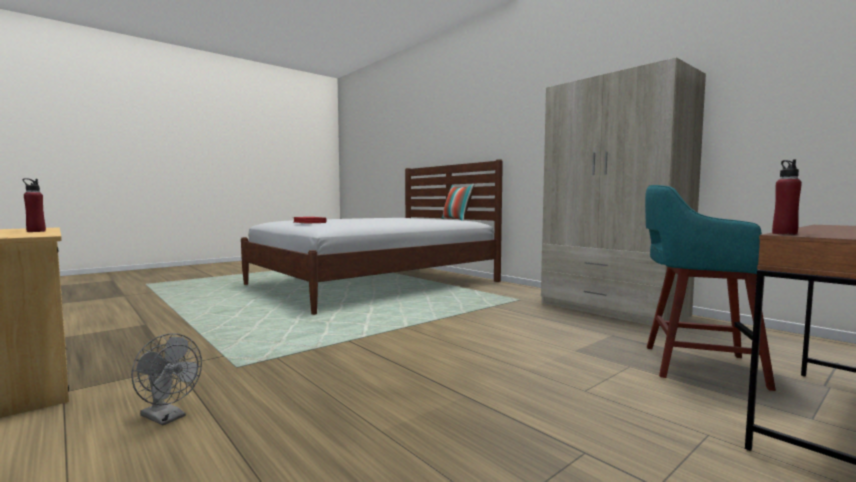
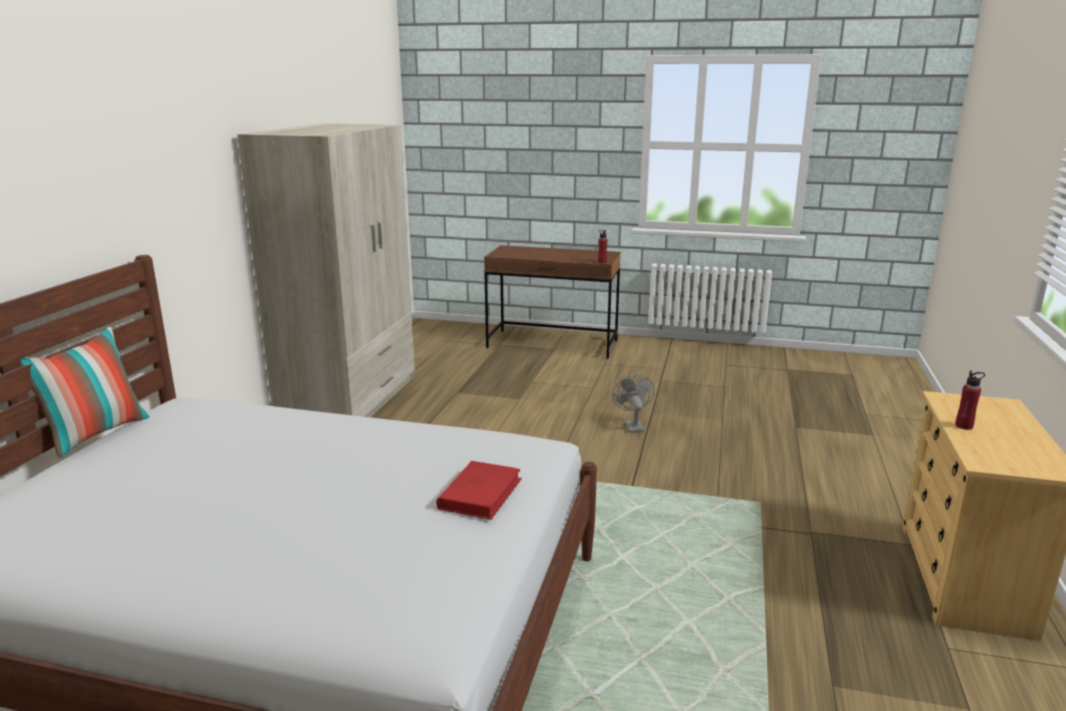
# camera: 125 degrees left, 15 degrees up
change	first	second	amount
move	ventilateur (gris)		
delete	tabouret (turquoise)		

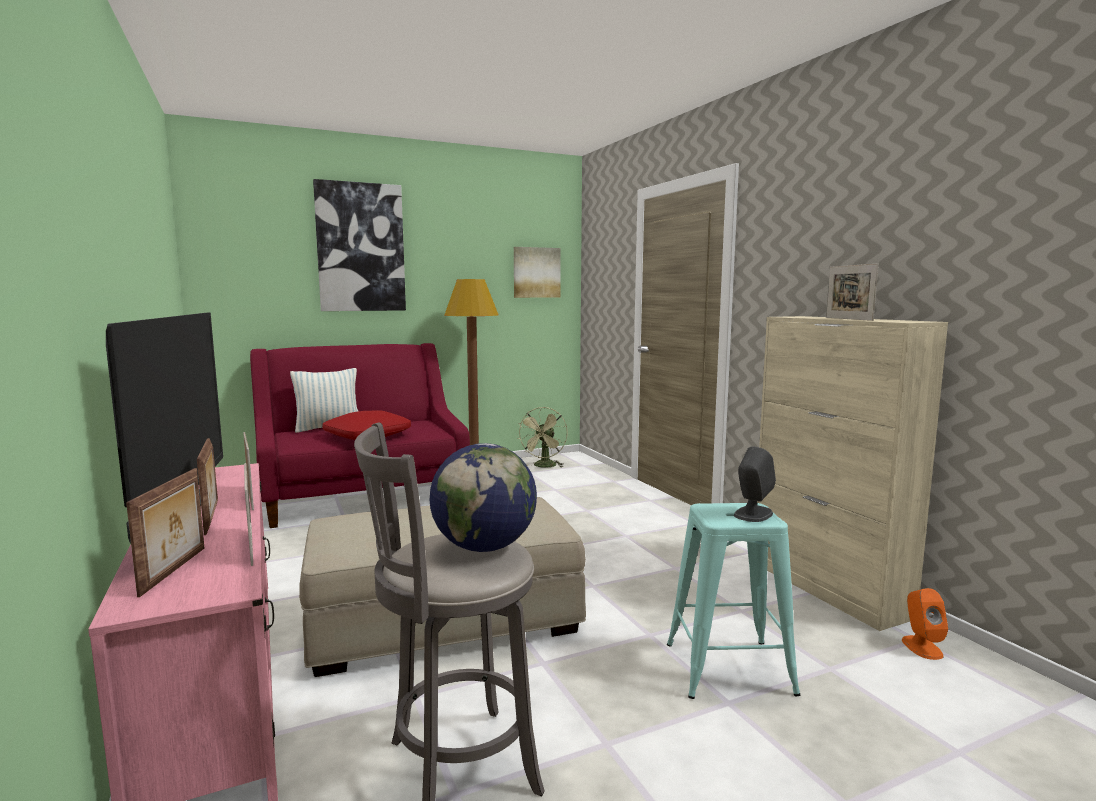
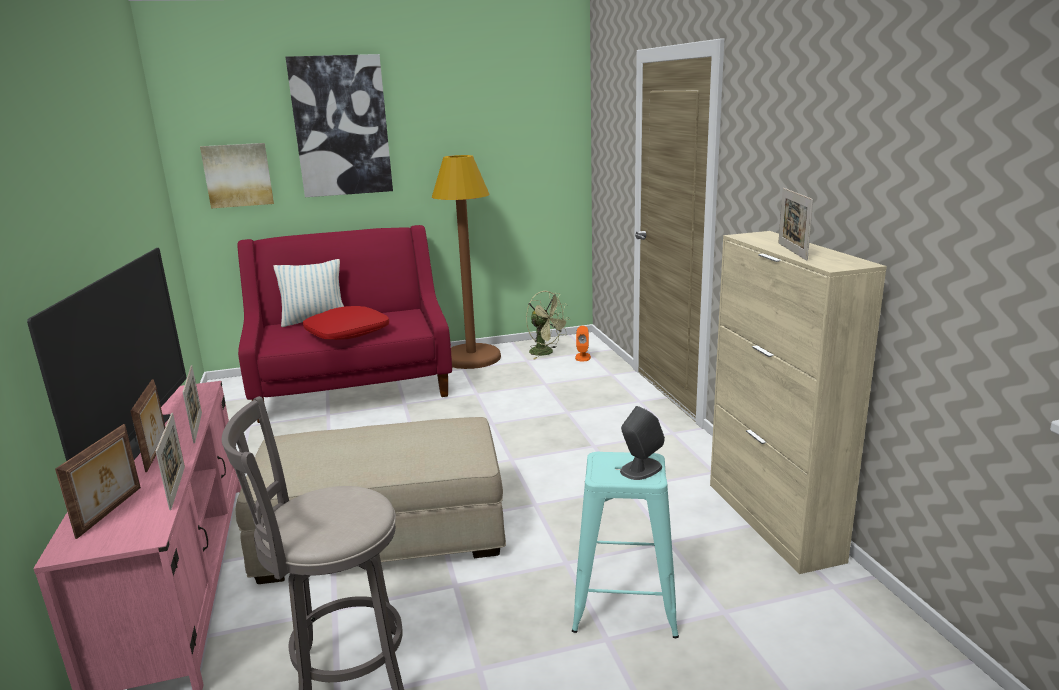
# camera: 10 degrees right, 10 degrees up
change	first	second	amount
delete	globe		
move	tableau (2nd from left in the first image)	tableau (1st from left)	
rotate	ventilateur (vert)		75 degrees counterclockwise
move	enceinte (orange)		

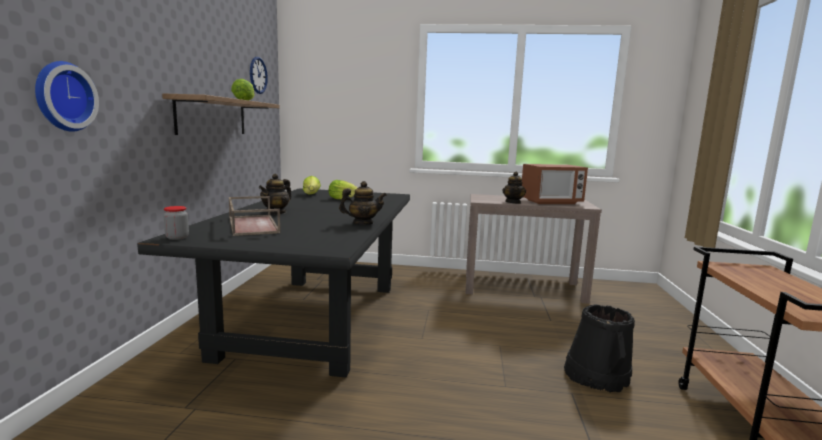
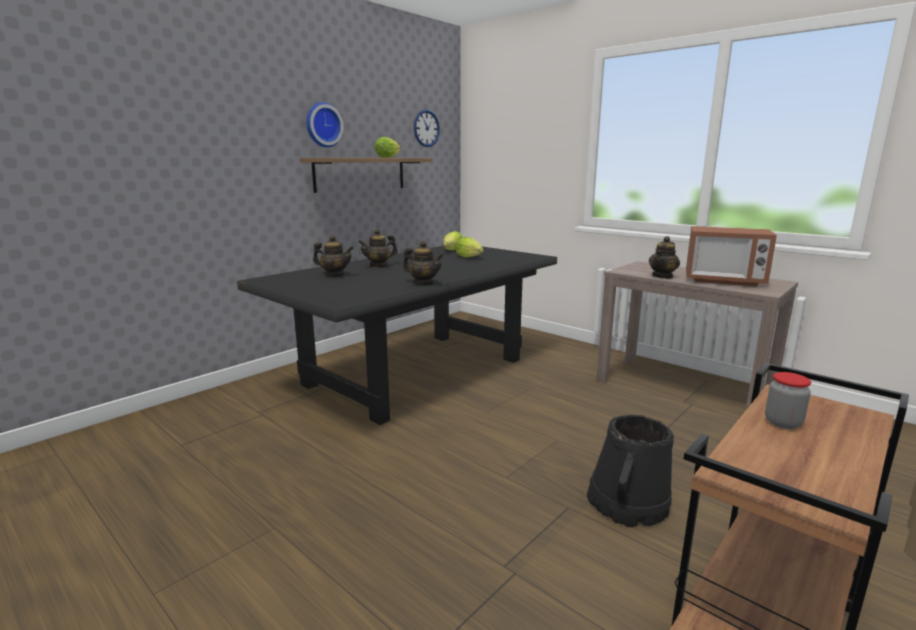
# camera: 35 degrees right, 5 degrees up
change	first	second	amount
move	horloge murale (1st from left)		
move	bocal		
replace	plateau (marron)	théière (1st from left)	

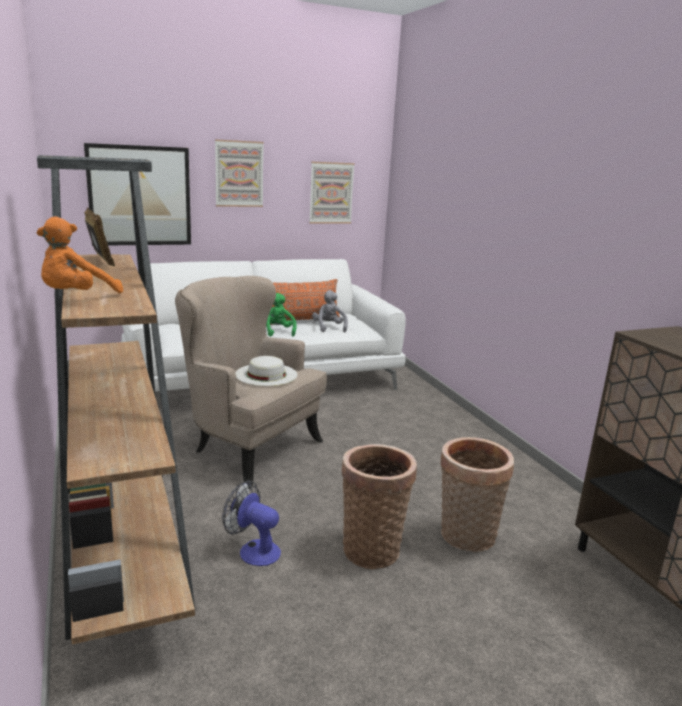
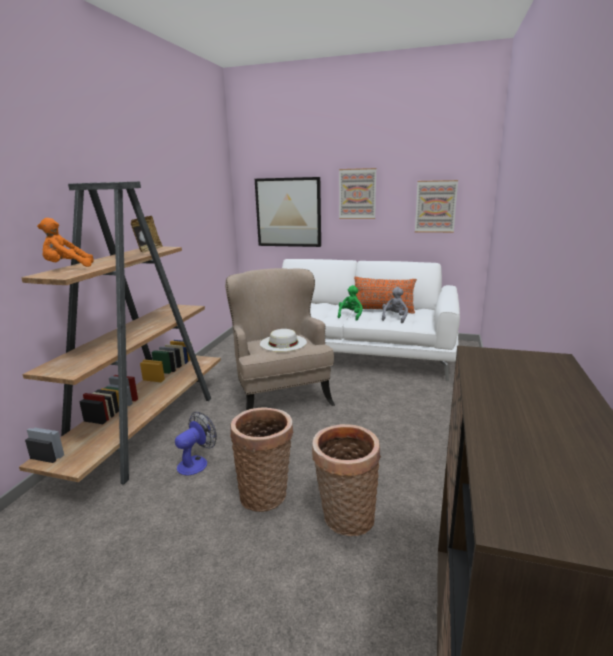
# camera: 40 degrees right, 0 degrees up
change	first	second	amount
rotate	ventilateur		60 degrees clockwise

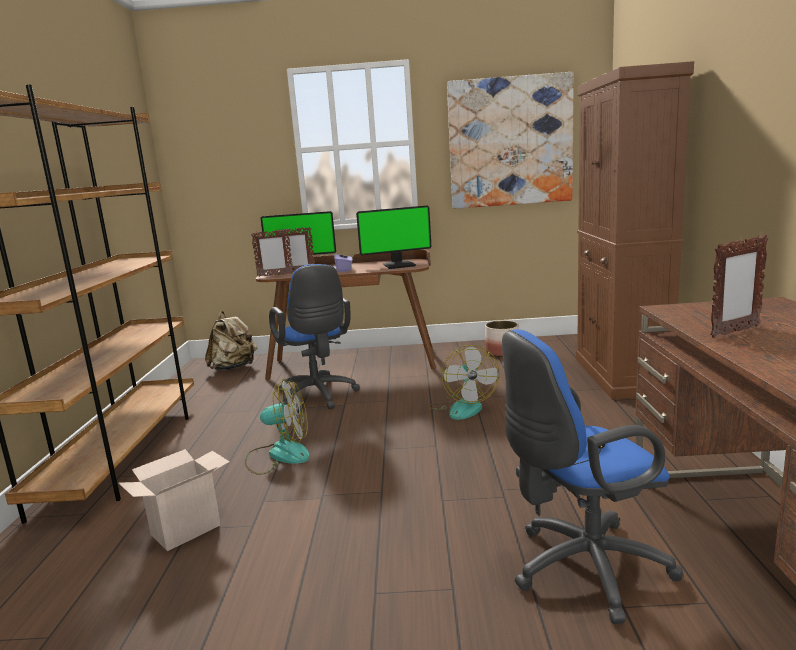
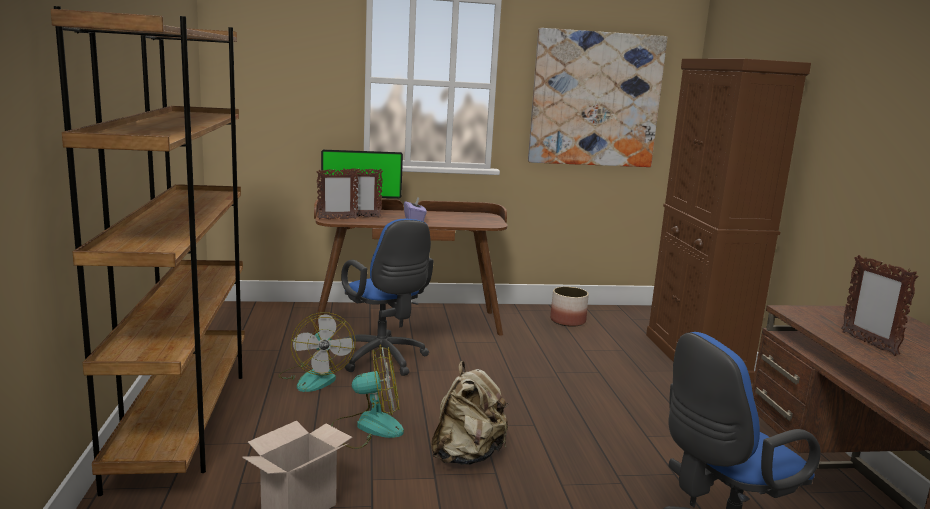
# camera: 10 degrees left, 0 degrees up
change	first	second	amount
move	sac à dos (beige)		
delete	écran d'ordinateur (2nd from left)		
move	ventilateur (2nd from left in the first image)	ventilateur (1st from left)	
rotate	cadre photo (3rd from left)		105 degrees clockwise

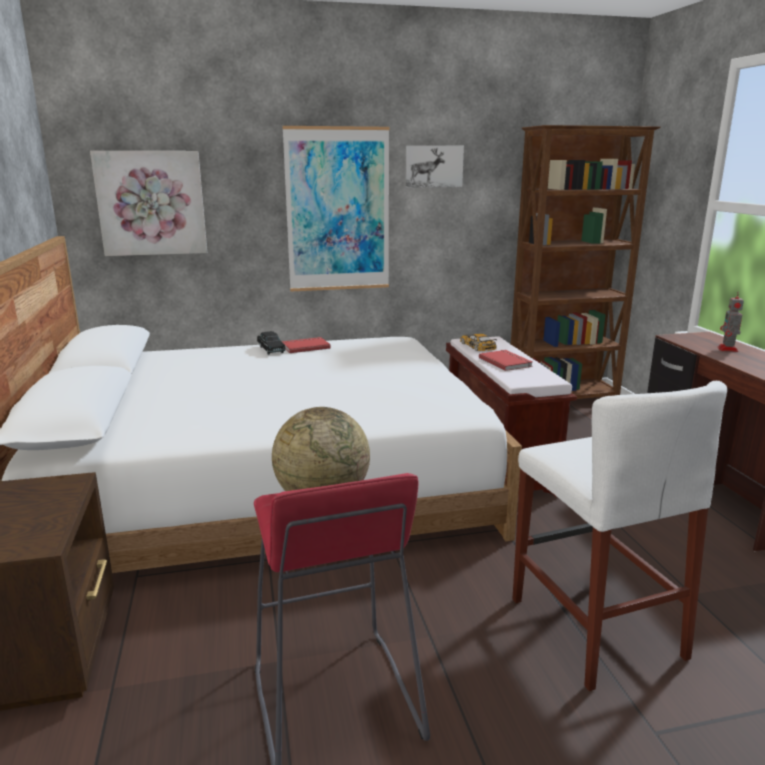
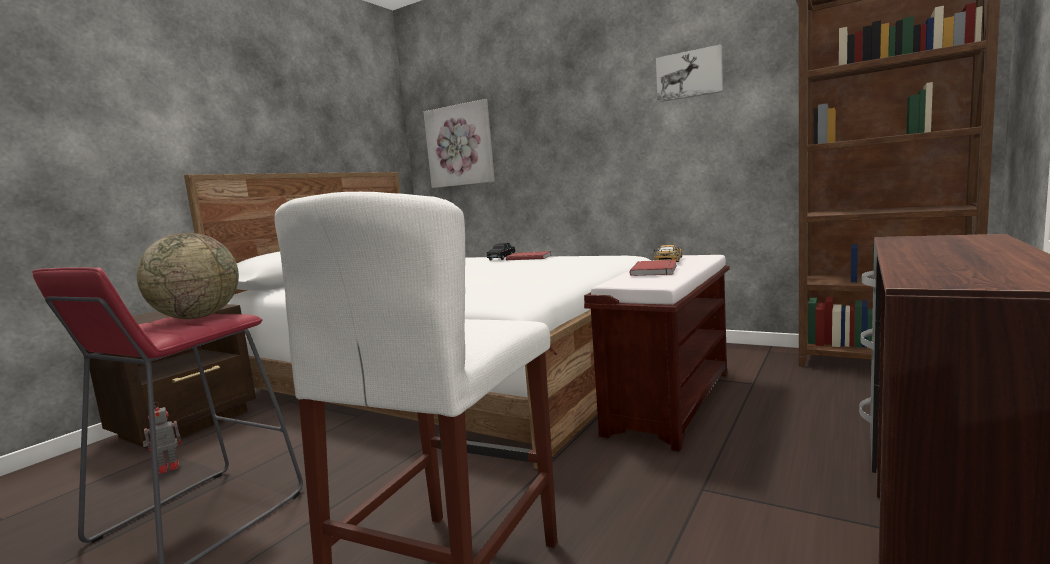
# camera: 45 degrees right, 10 degrees down
change	first	second	amount
delete	tableau (2nd from left)		
move	robot jouet		

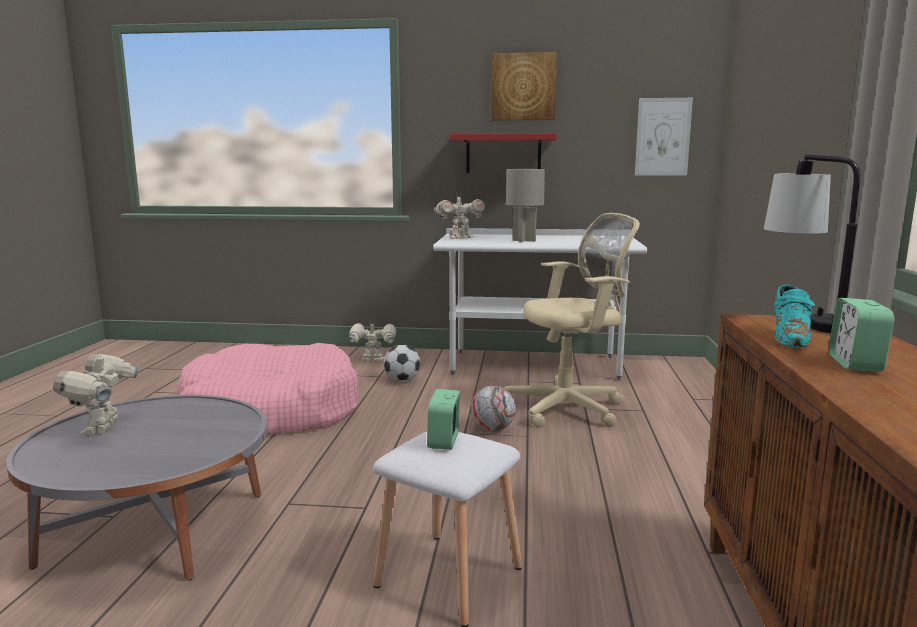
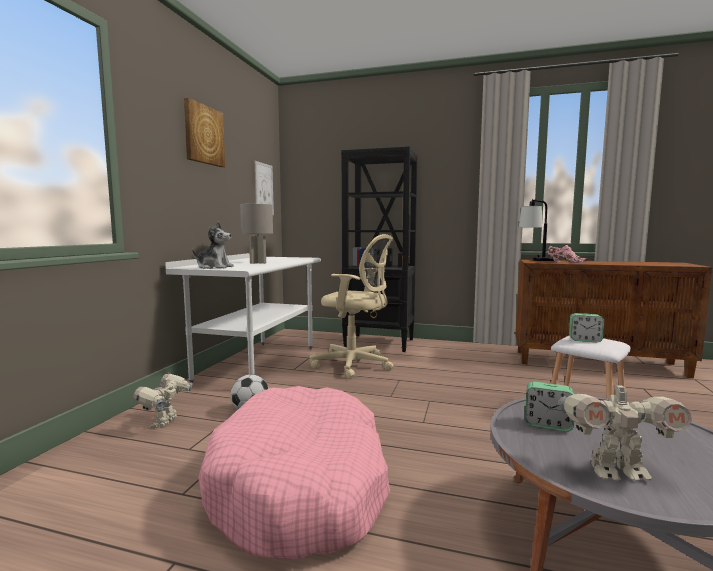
# camera: 80 degrees left, 5 degrees down
change	first	second	amount
replace	robot jouet (3rd from left)	peluche	
delete	étagère (rouge)		
delete	ballon de foot (2nd from left)		
rotate	chaise de bureau (beige)		120 degrees clockwise
recolor	chaussure (turquoise)	chaussure (rose)	
move	réveil (2nd from left in the first image)	réveil (1st from left)	
insert		bibliothèque (noir)	

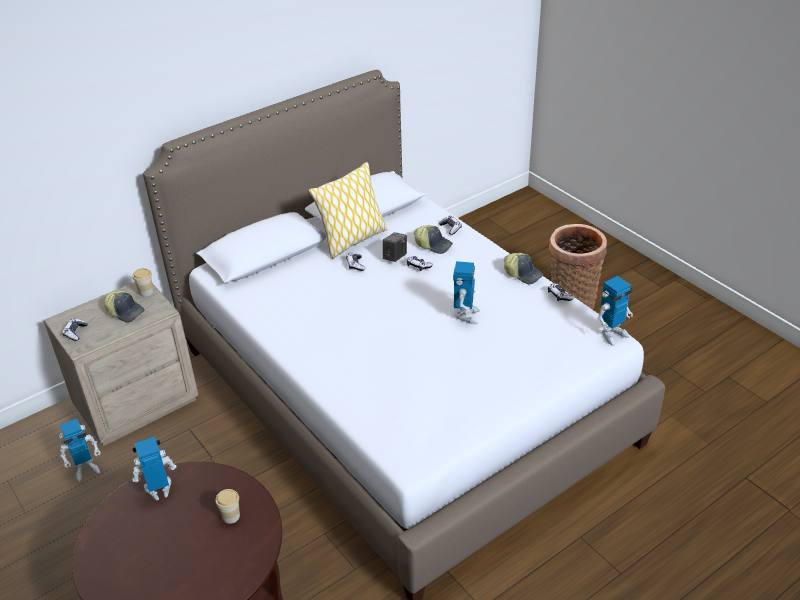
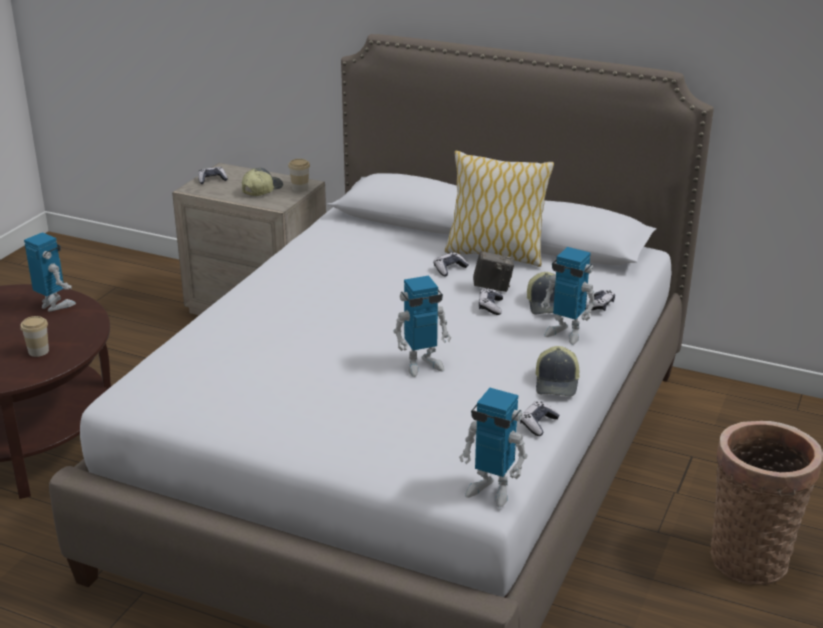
# camera: 60 degrees right, 10 degrees down
change	first	second	amount
move	robot jouet (1st from left in the first image)	robot jouet (4th from left)	
rotate	casquette (1st from left)		150 degrees counterclockwise

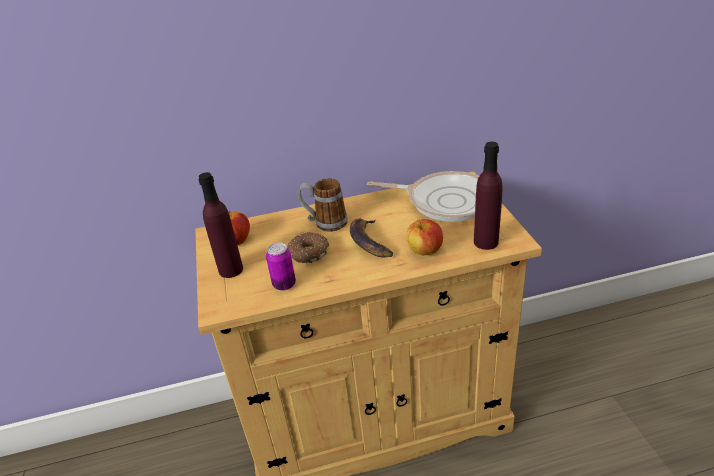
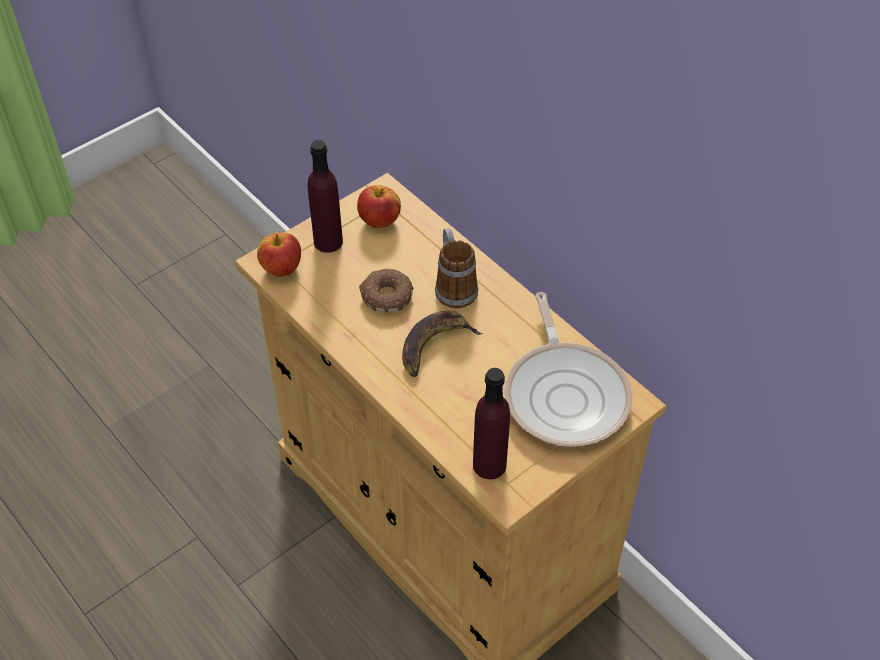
# camera: 60 degrees right, 15 degrees up
change	first	second	amount
delete	boîte métallique		
move	pomme (2nd from left in the first image)	pomme (1st from left)	

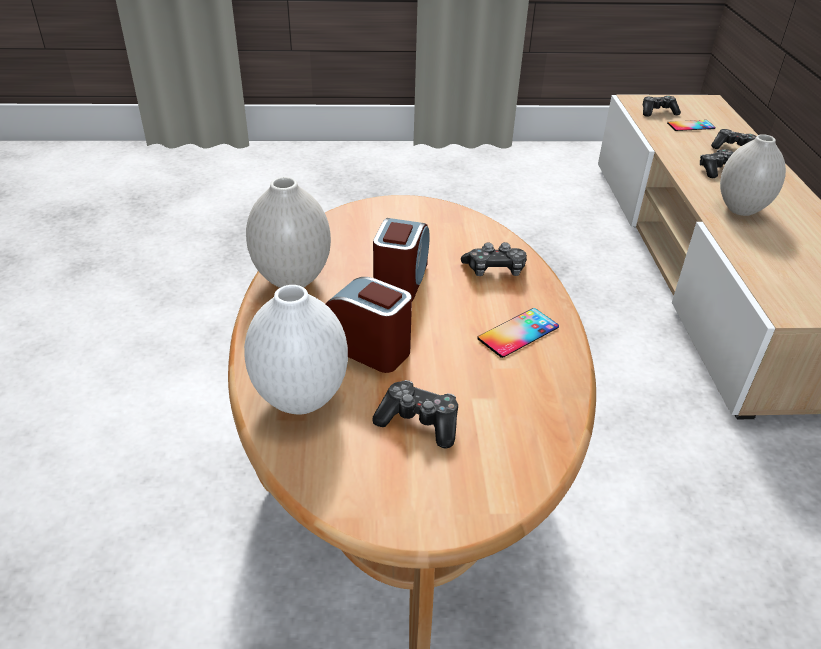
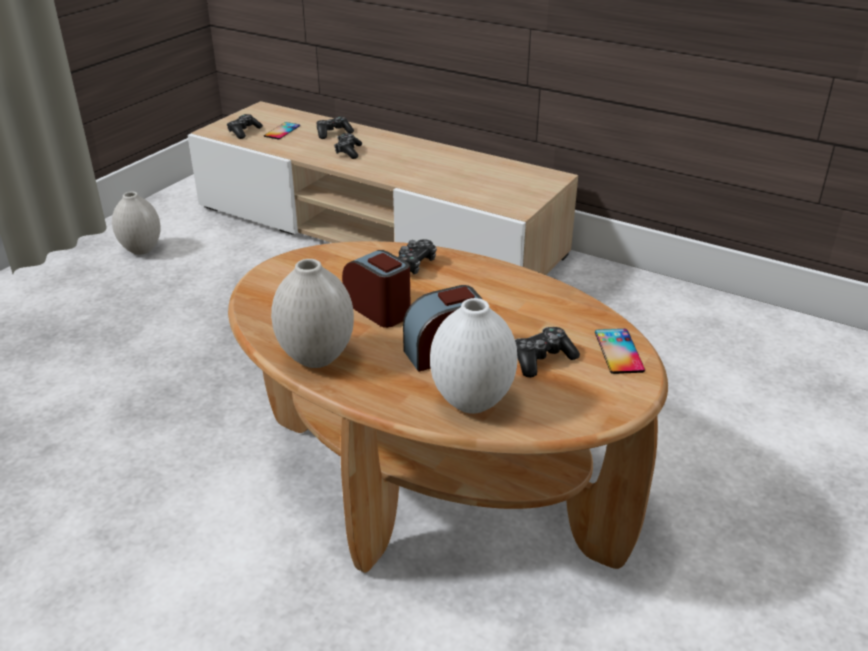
# camera: 55 degrees left, 5 degrees down
change	first	second	amount
move	téléphone (1st from left in the first image)	téléphone (2nd from left)	
move	vase (blanc) (3rd from left in the first image)	vase (blanc) (1st from left)	

